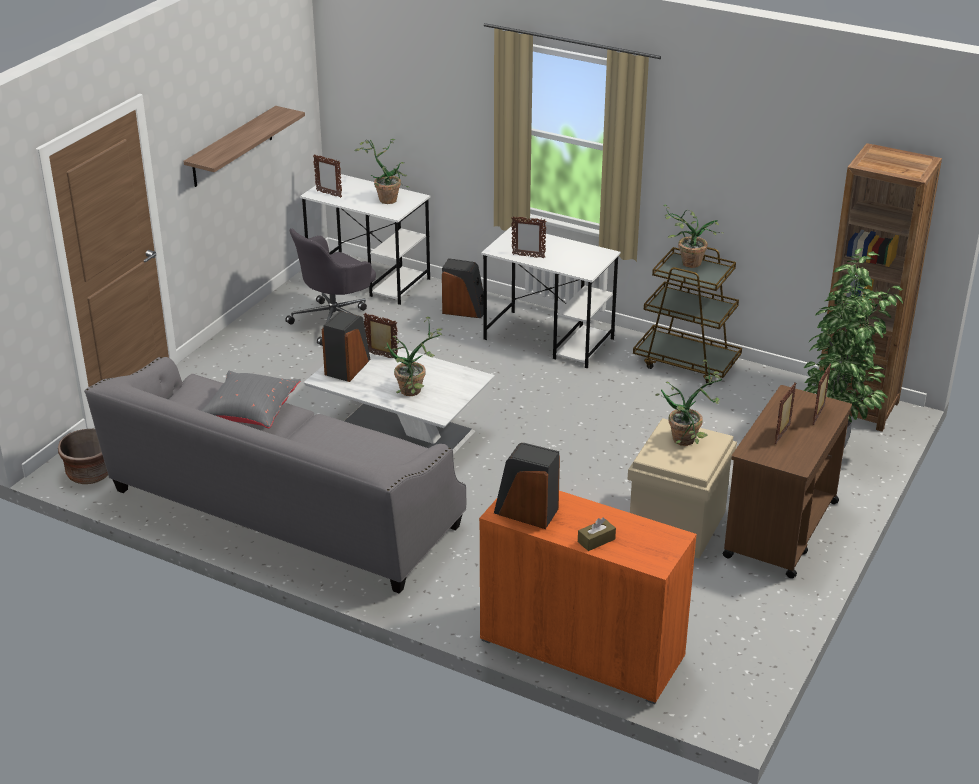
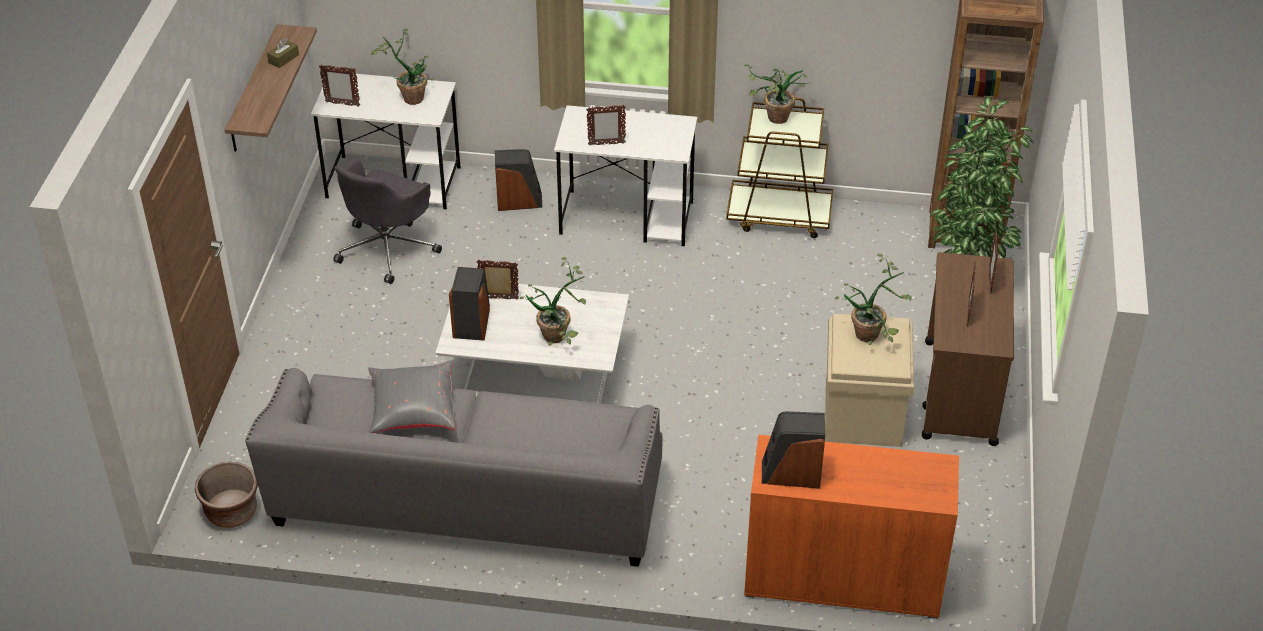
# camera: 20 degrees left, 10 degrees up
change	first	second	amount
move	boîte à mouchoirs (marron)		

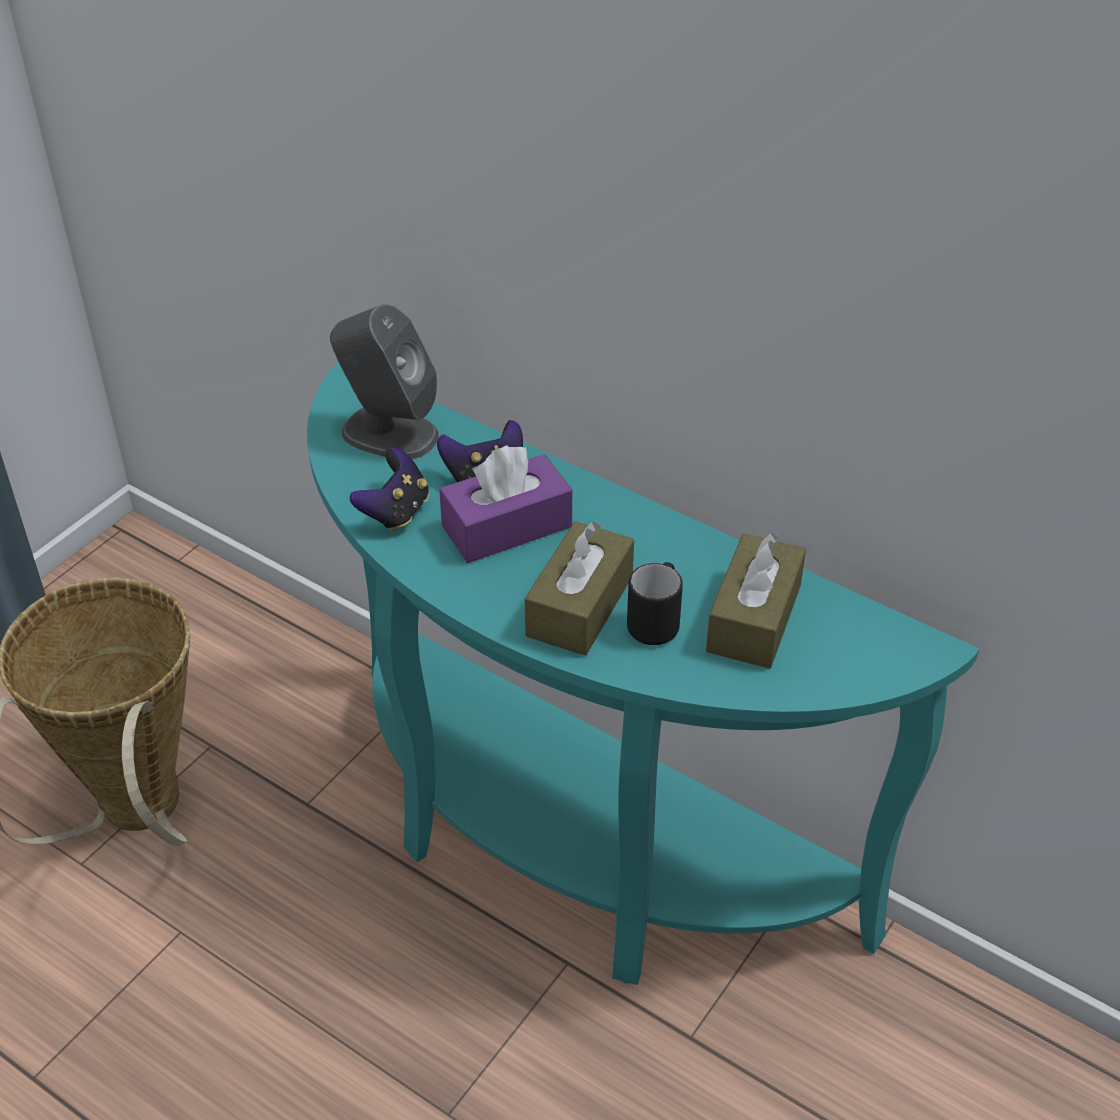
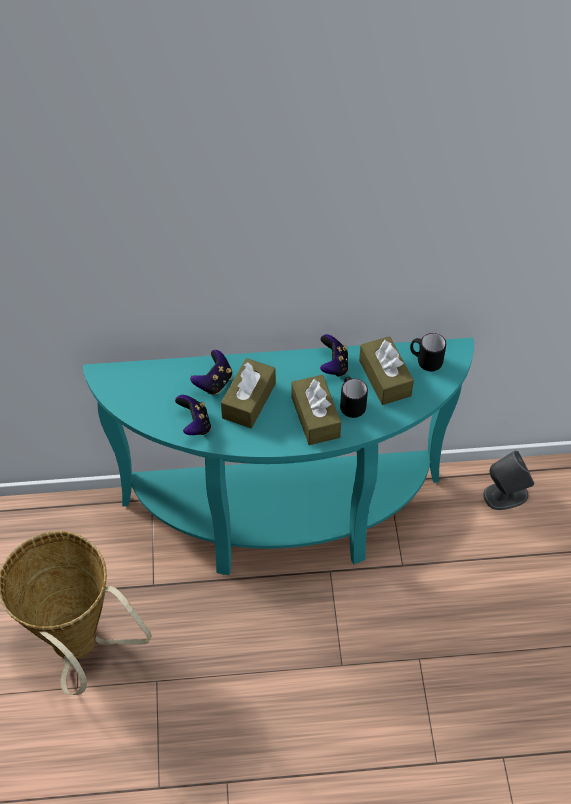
# camera: 40 degrees left, 10 degrees up
change	first	second	amount
move	enceinte (gris)		
recolor	boîte à mouchoirs (violet)	boîte à mouchoirs (marron) (1st from left)	
insert		manette (3rd from left)	
insert		mug (noir) (2nd from left)	

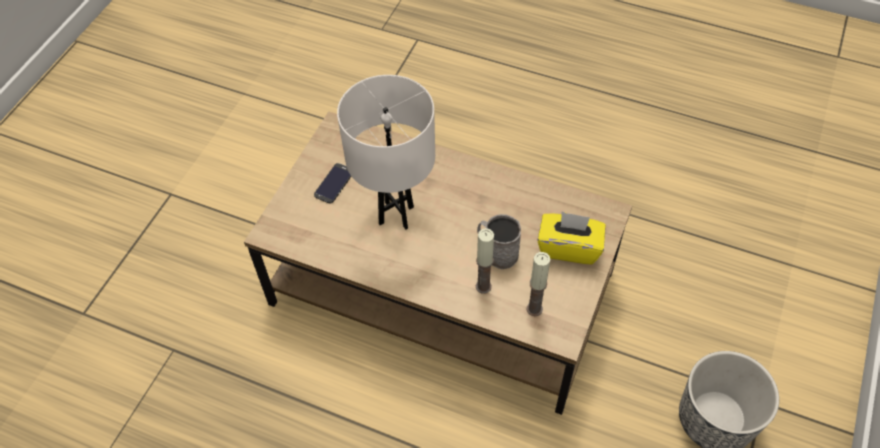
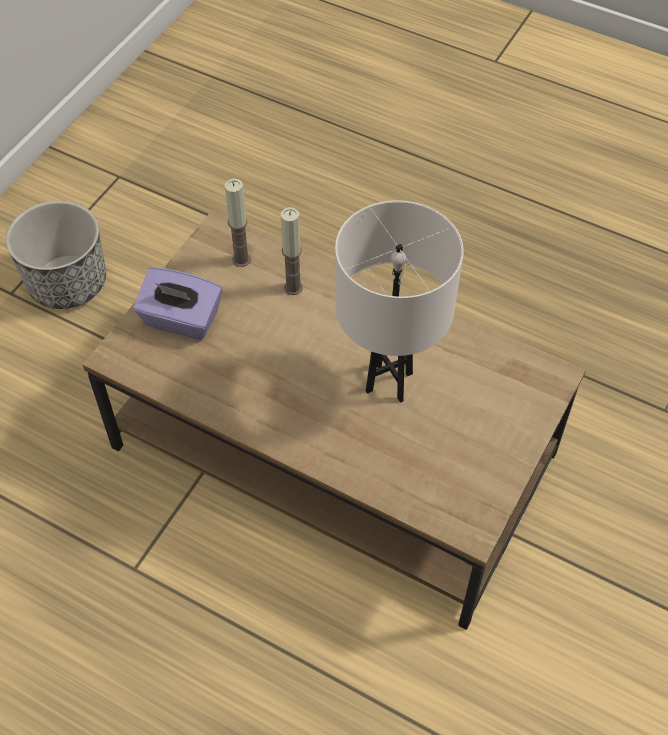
# camera: 175 degrees left, 0 degrees up
change	first	second	amount
delete	téléphone		
delete	mug (gris)		
recolor	boîte à mouchoirs (jaune)	boîte à mouchoirs (violet)	

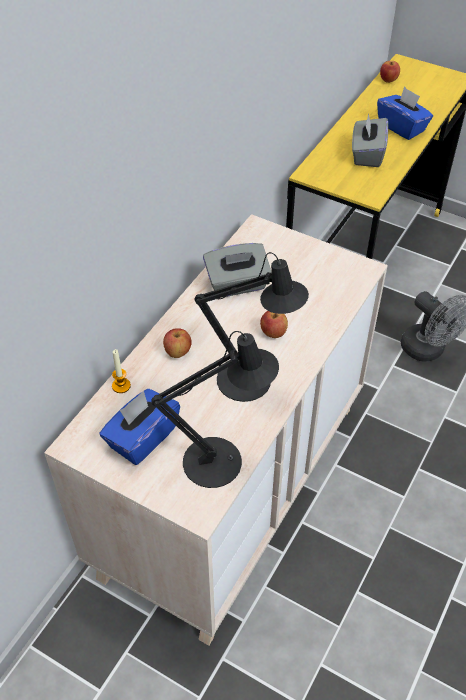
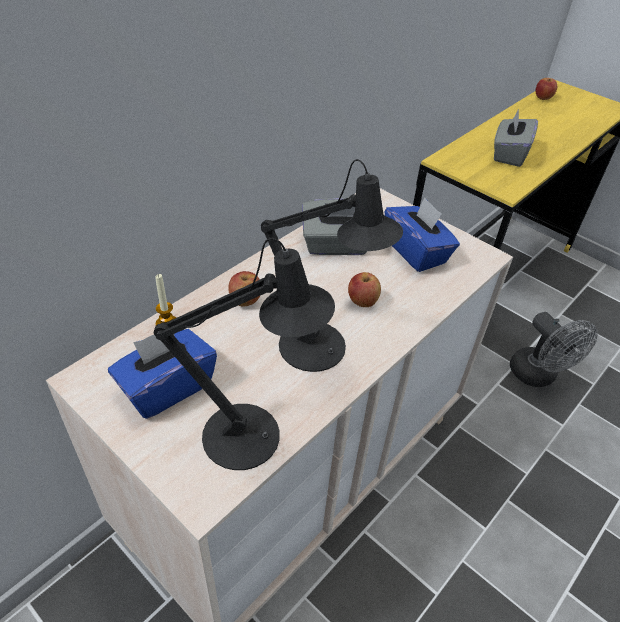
# camera: 10 degrees right, 5 degrees down
change	first	second	amount
move	boîte à mouchoirs (bleu) (2nd from left)		

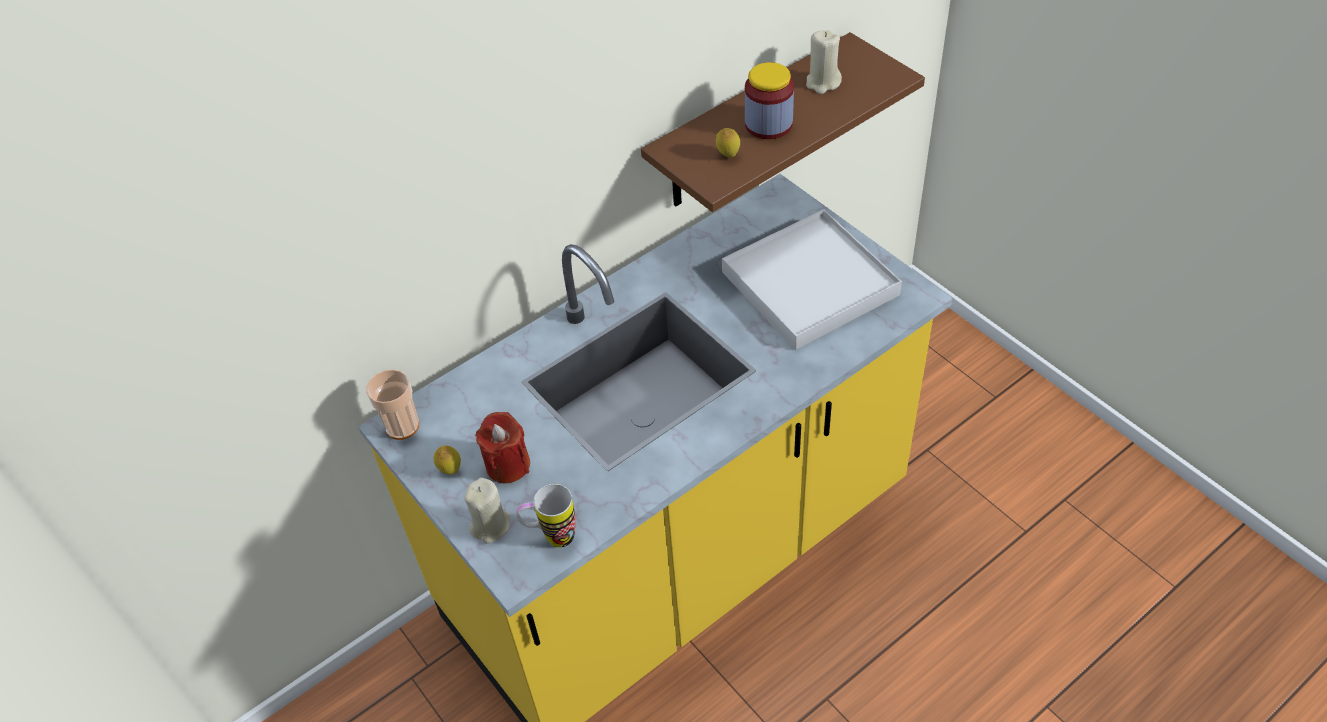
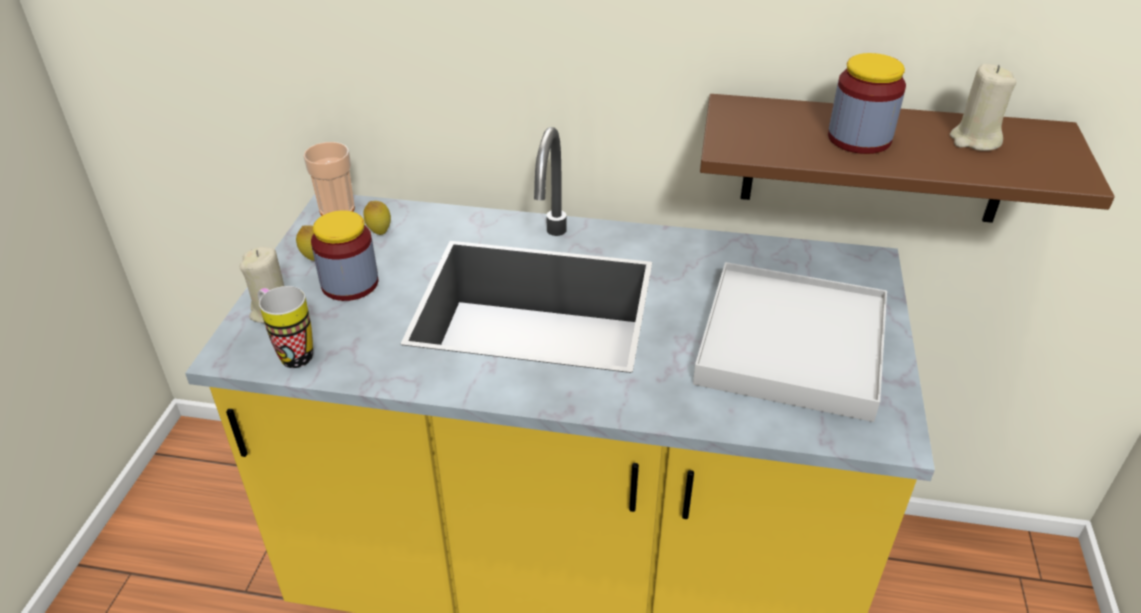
# camera: 45 degrees right, 10 degrees down
change	first	second	amount
replace	bougie (rouge)	bocal (1st from left)	
move	citron (2nd from left)		

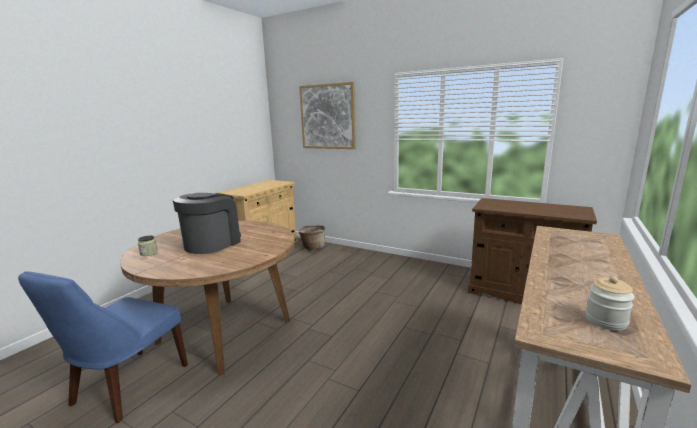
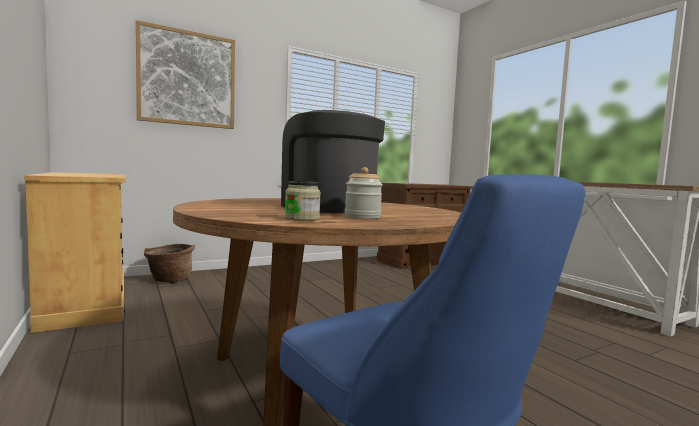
# camera: 60 degrees left, 10 degrees down
change	first	second	amount
move	bocal (2nd from left)		

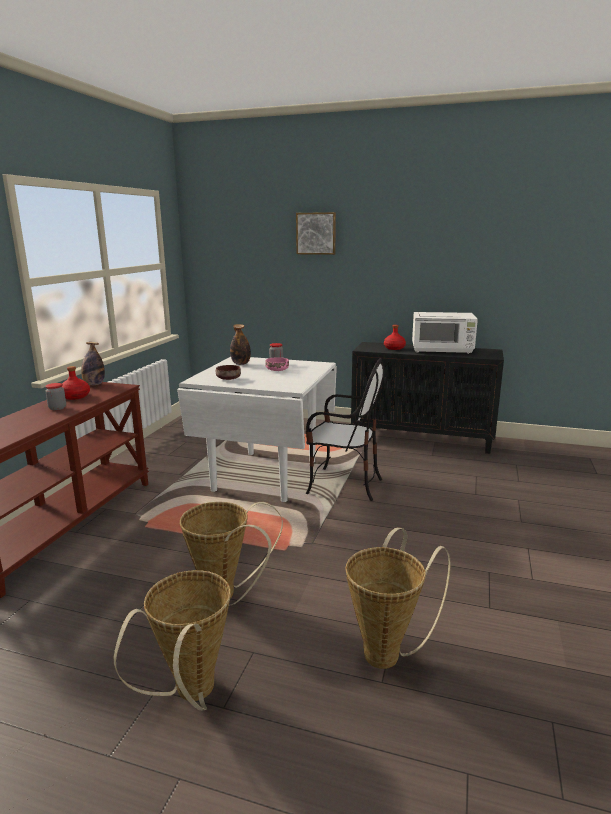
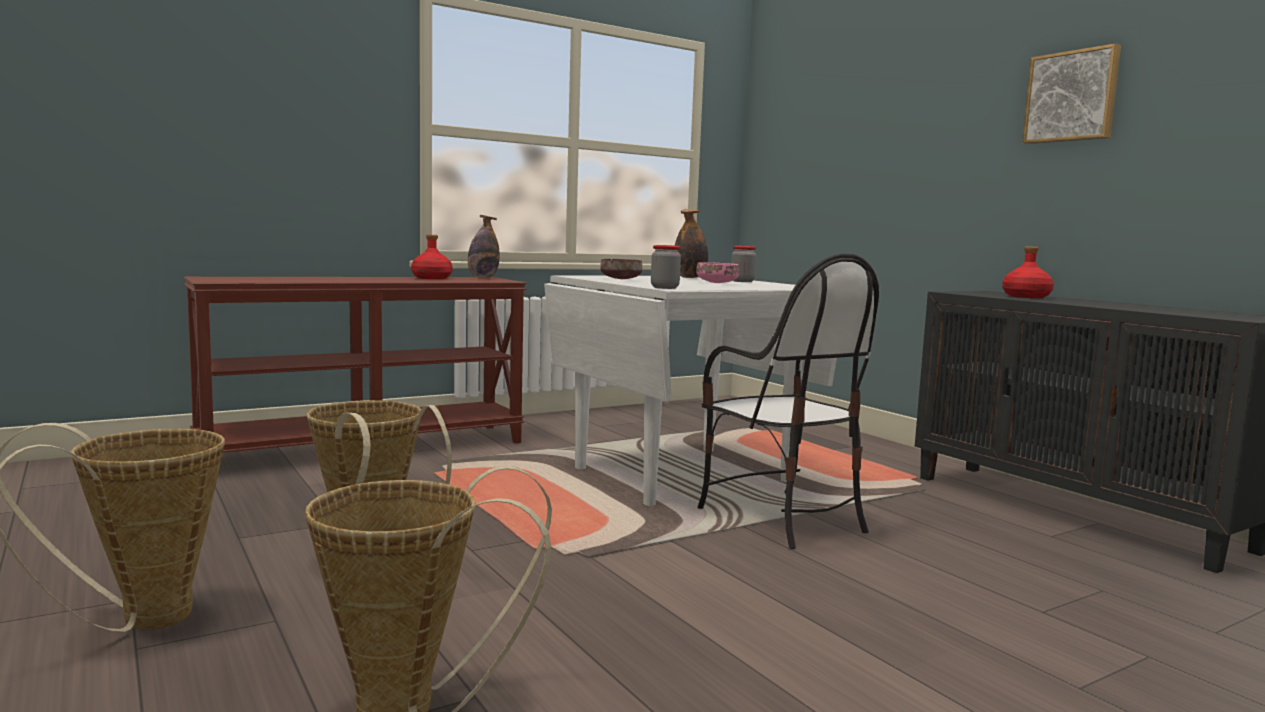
# camera: 40 degrees right, 10 degrees down
change	first	second	amount
move	bocal (1st from left)		
move	tableau		
delete	micro-ondes (blanc)		

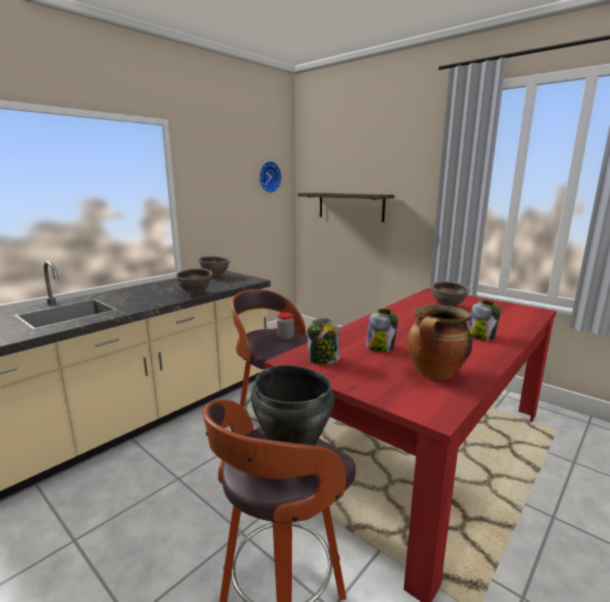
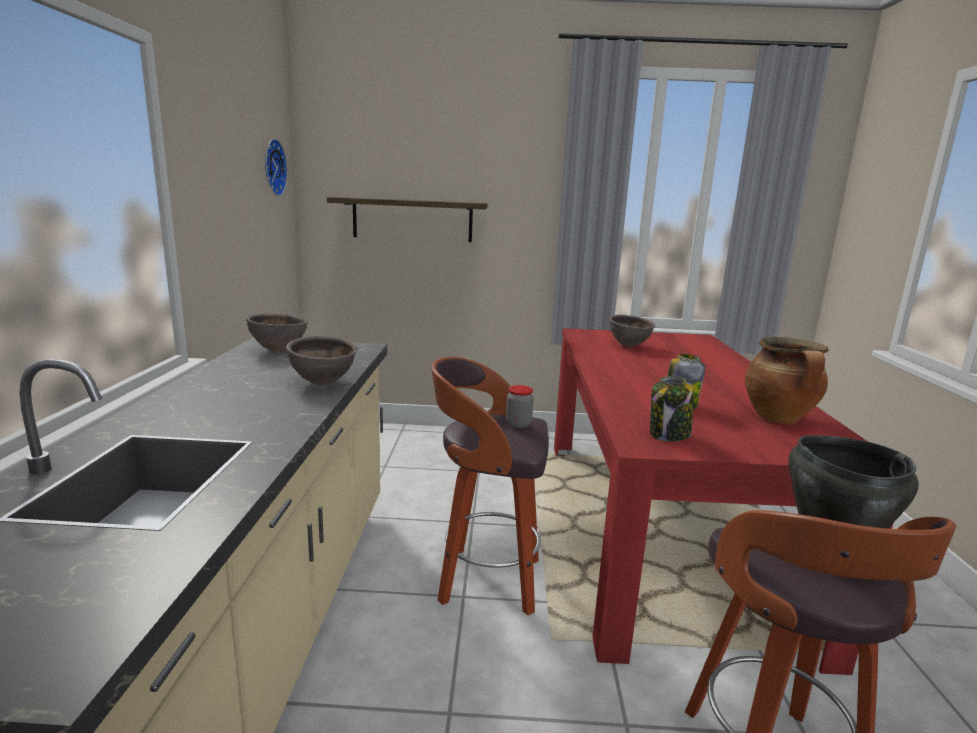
# camera: 40 degrees left, 0 degrees up
change	first	second	amount
delete	bocal (4th from left)		

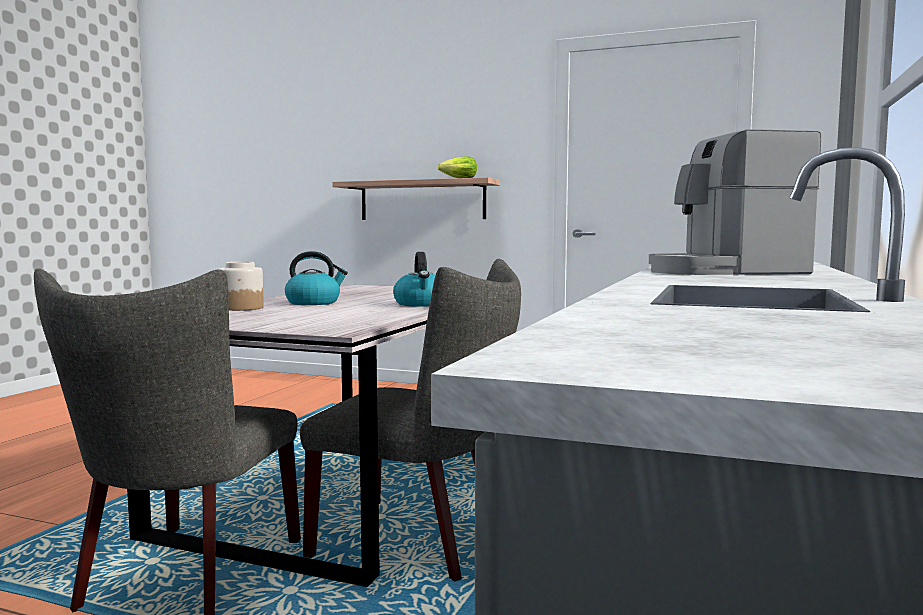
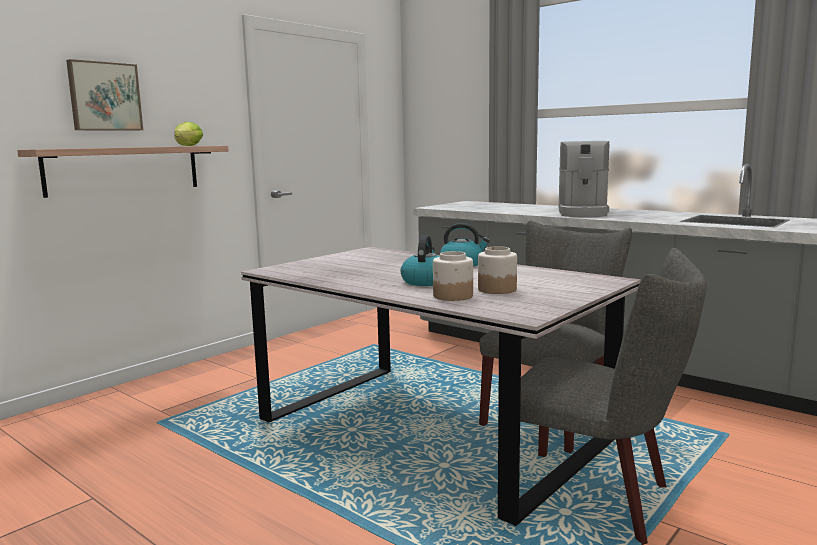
# camera: 70 degrees left, 5 degrees up
change	first	second	amount
insert		tableau	
insert		bocal (2nd from left)	

